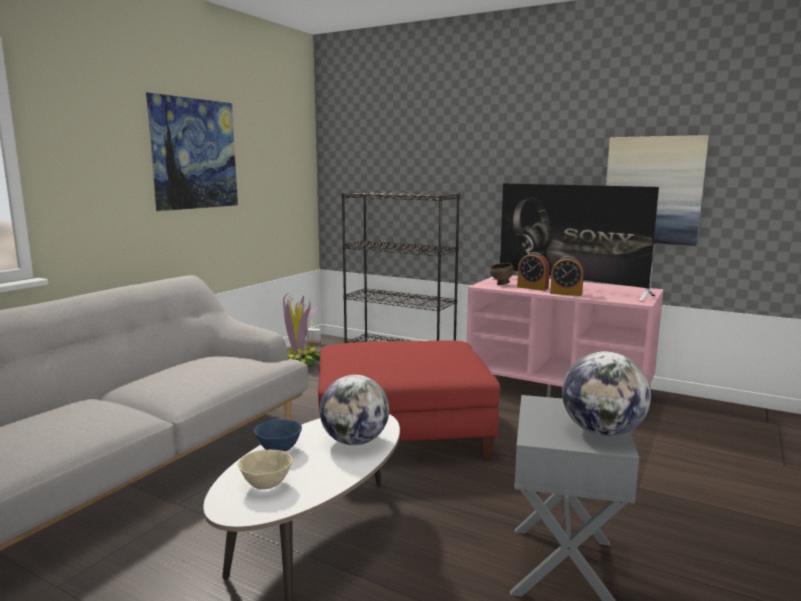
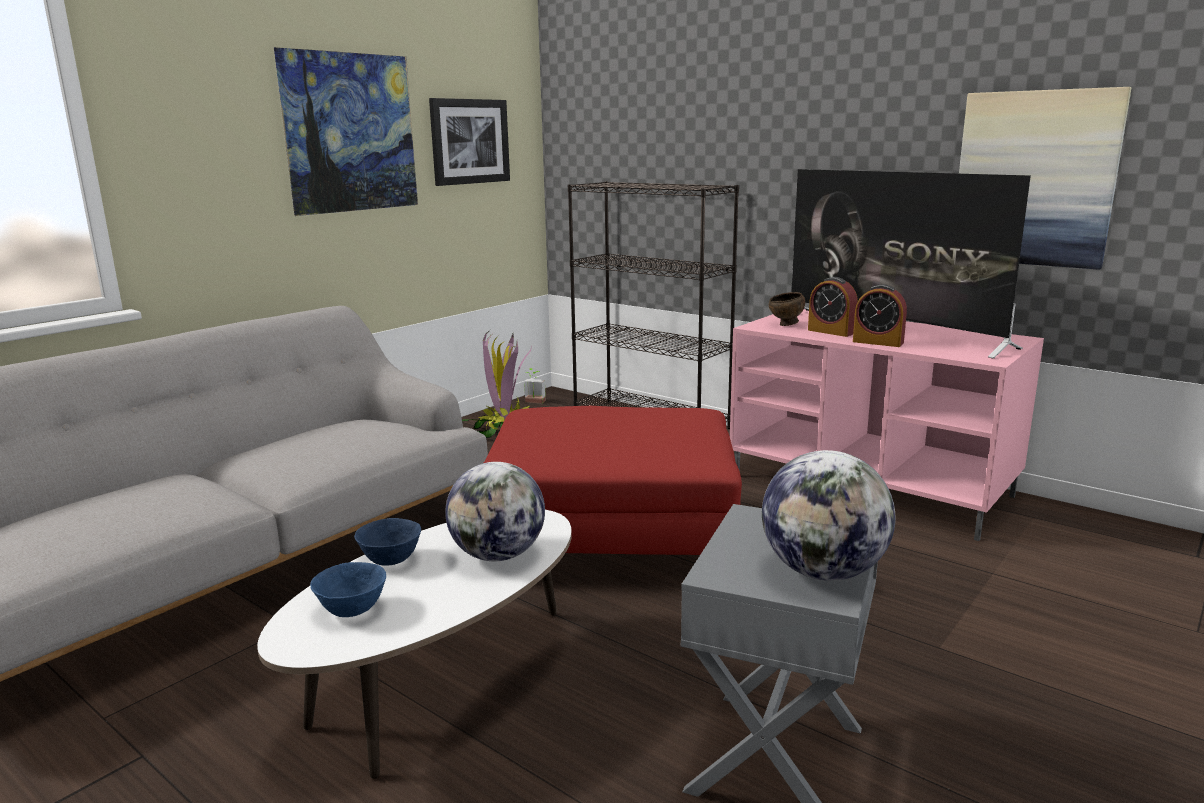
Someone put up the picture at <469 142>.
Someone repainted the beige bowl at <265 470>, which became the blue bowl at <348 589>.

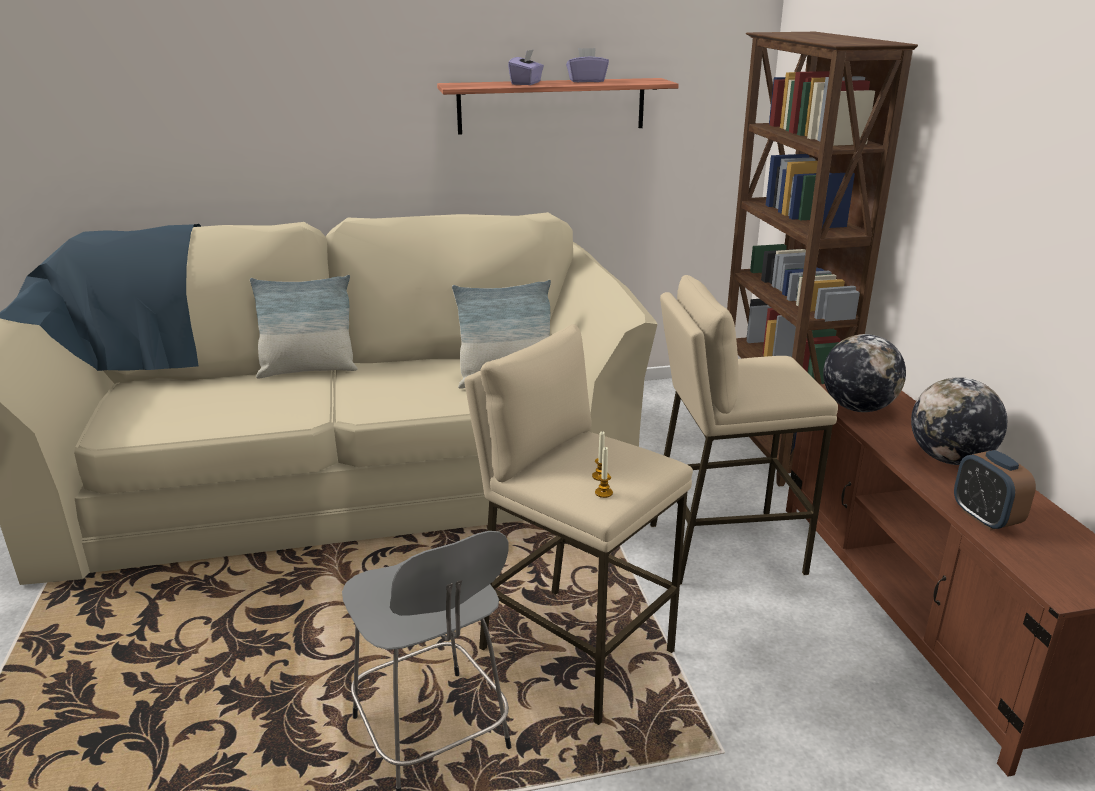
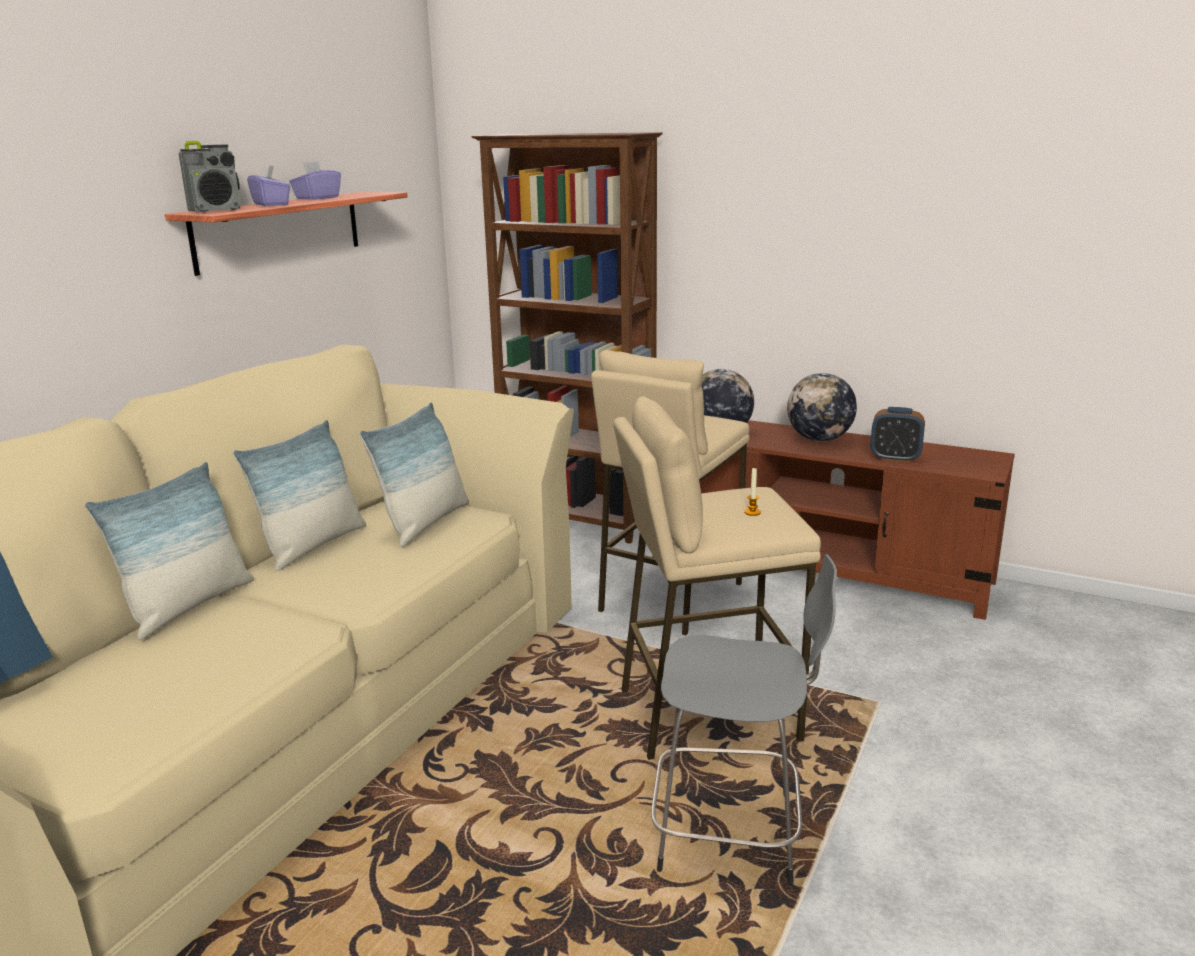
Someone took away the candle at <604 472>.
Someone put down the radio at <209 176>.
Someone put down the pillow at <299 495>.

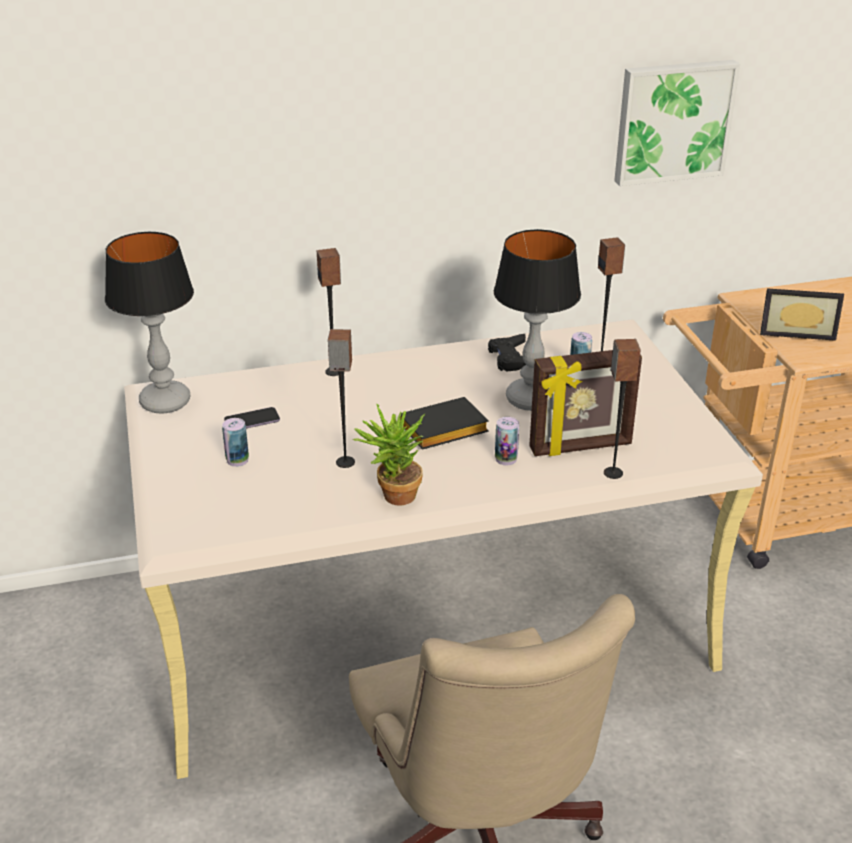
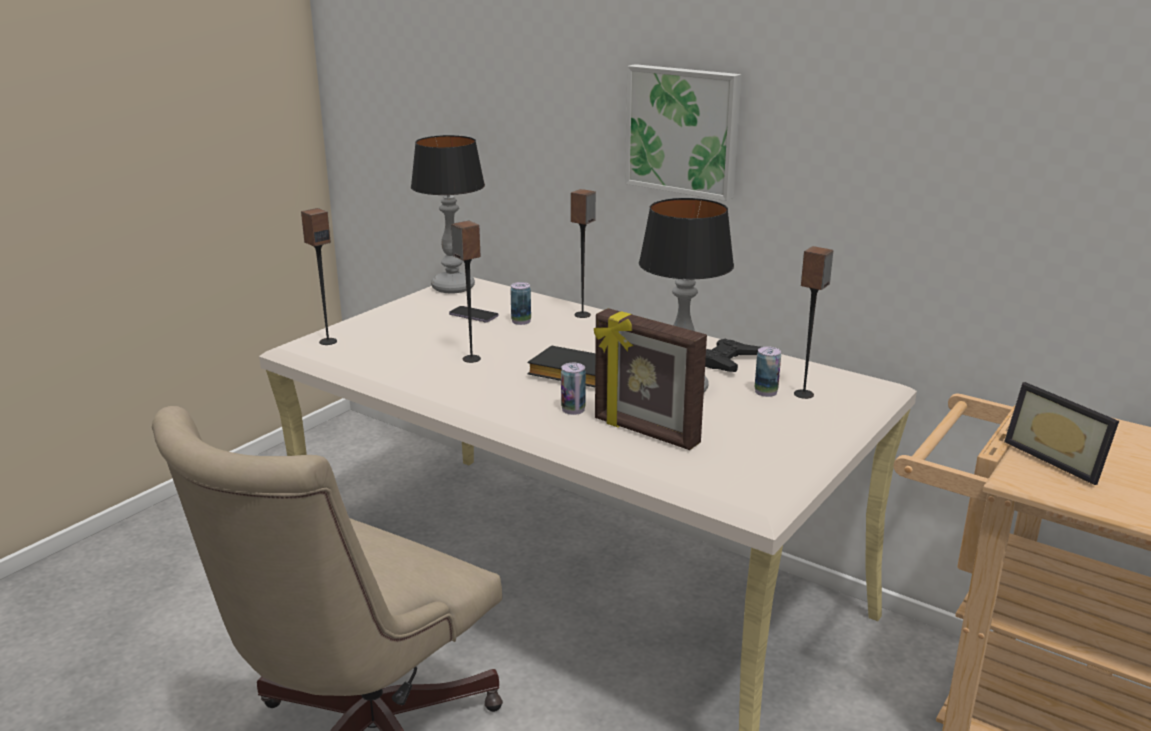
Someone took away the potted plant at <389 454>.
Someone carried the can from <235 442> to <520 303>.
Someone carried the speaker from <622 409> to <319 276>.
Someone carried the picture from <677 123> to <683 132>.

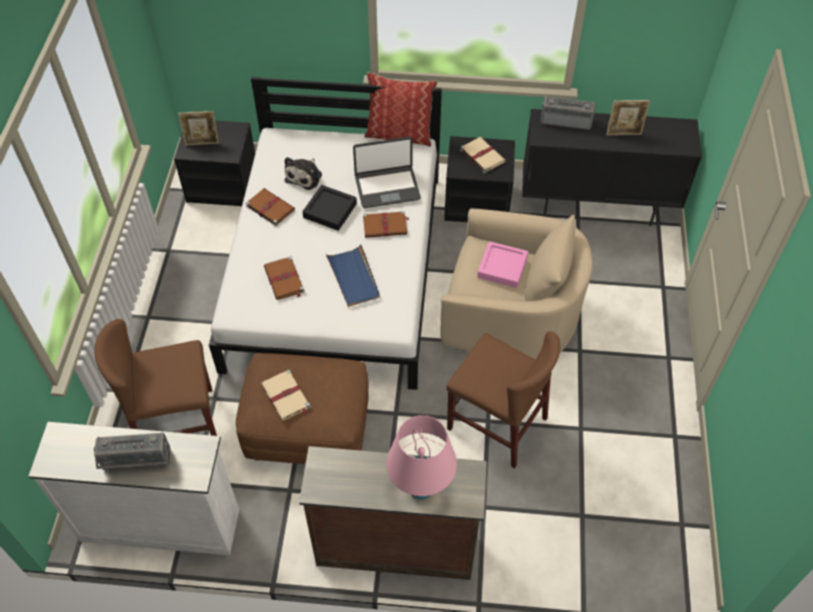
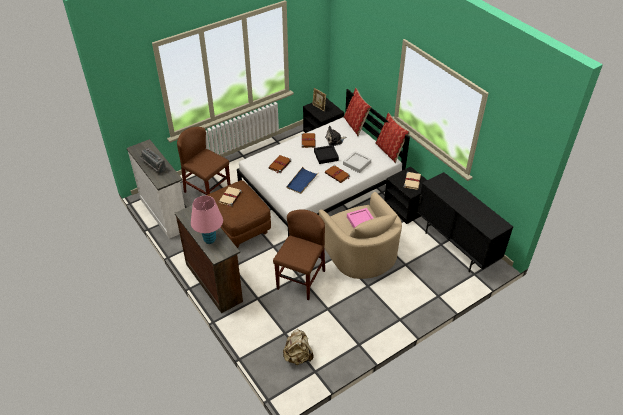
Someone took away the radio at <568 113>.
Someone took away the picture frame at <628 117>.
Someone put down the beige backpack at <298 347>.
Someone put down the pillow at <357 112>.
Someone swapped the laptop at <387 172> for the grey tray at <357 162>.
Someone rotated the brown chair at <503 399> by 150 degrees counterclockwise.

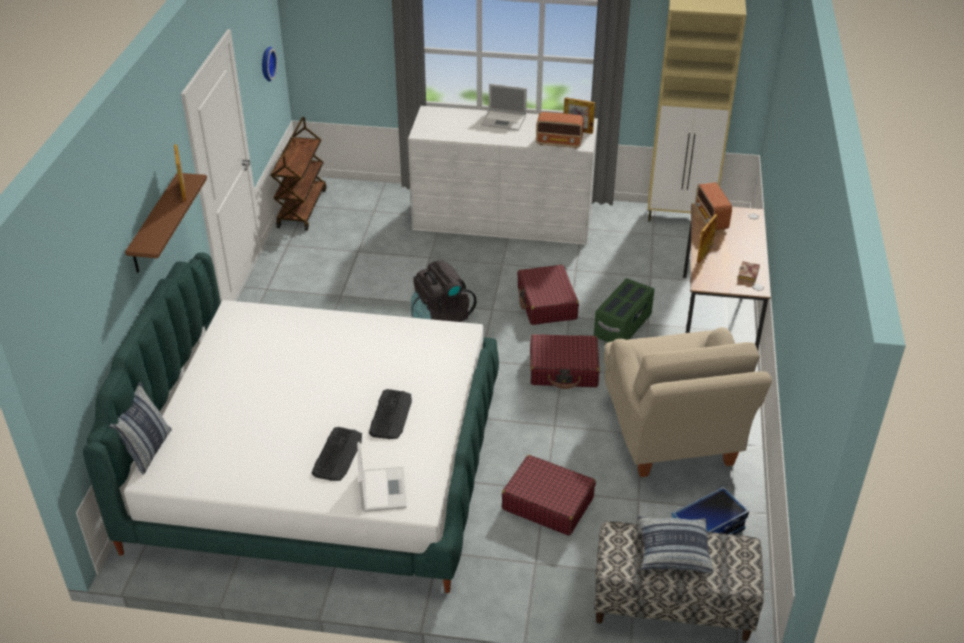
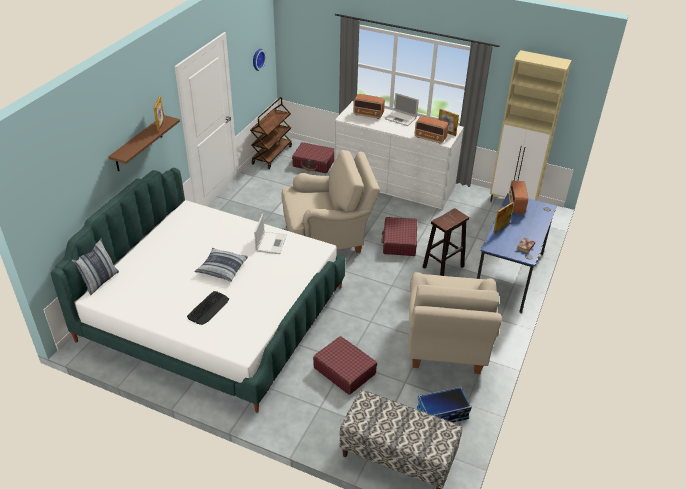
Someone took away the keyboard at <390 414>.
Someone put down the radio at <369 106>.
Someone carried the laptop from <382 477> to <270 234>.
Someone carried the red suitcase from <565 361> to <313 157>.
Someone carried the pillow from <675 544> to <221 264>.
Someone swapped the black backpack at <444 291> for the beige armchair at <330 201>.
Someone swapped the green storage box at <624 310> for the brown stool at <446 242>.
Someone repainted the brown desk at <727 276>, which became the blue desk at <517 253>.

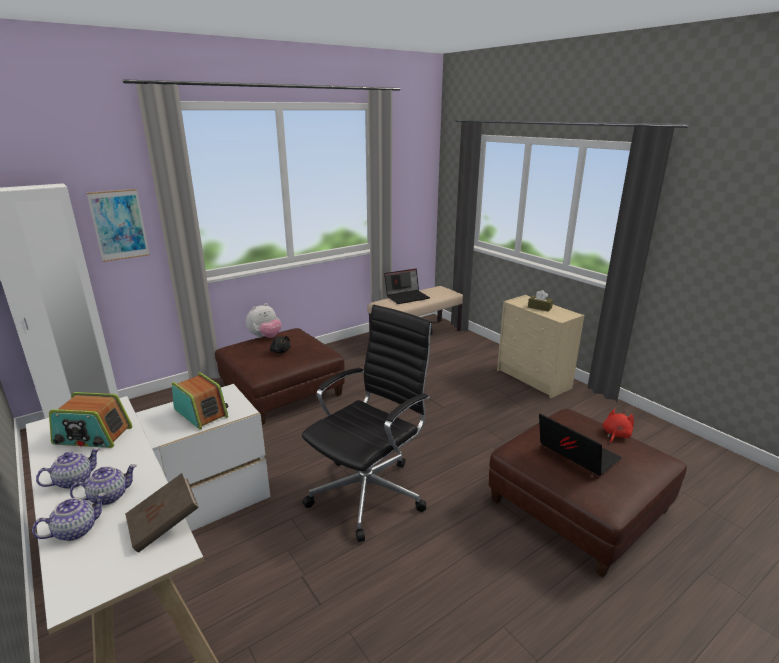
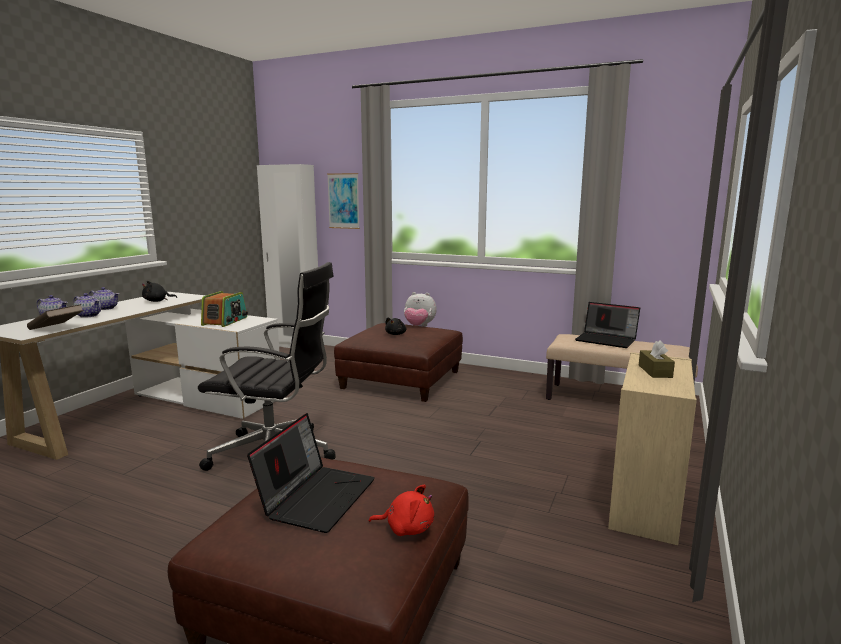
Someone swapped the radio at <91 420> for the black plush toy at <159 291>.

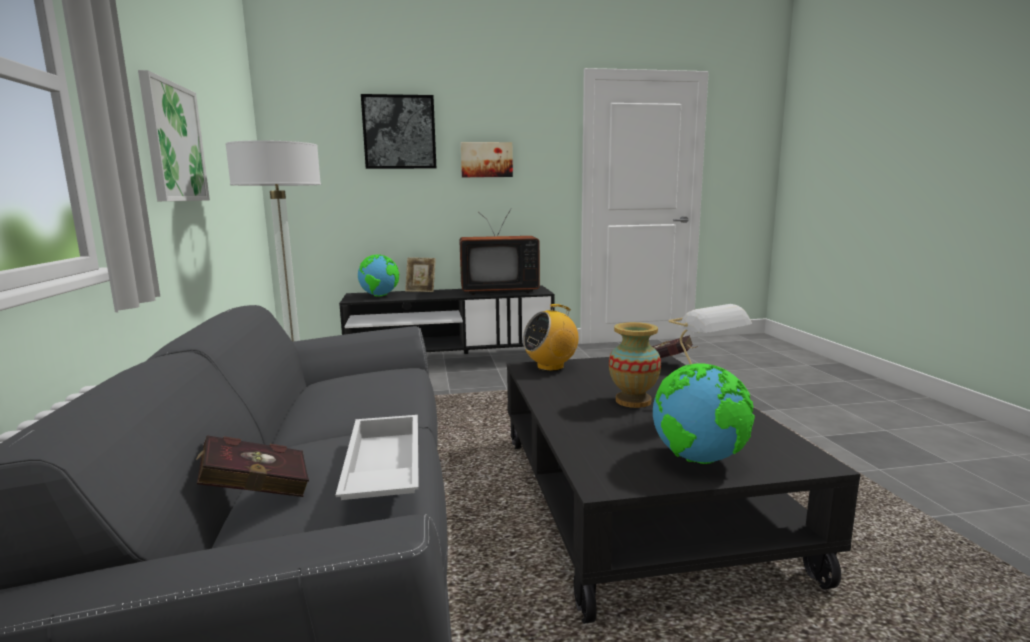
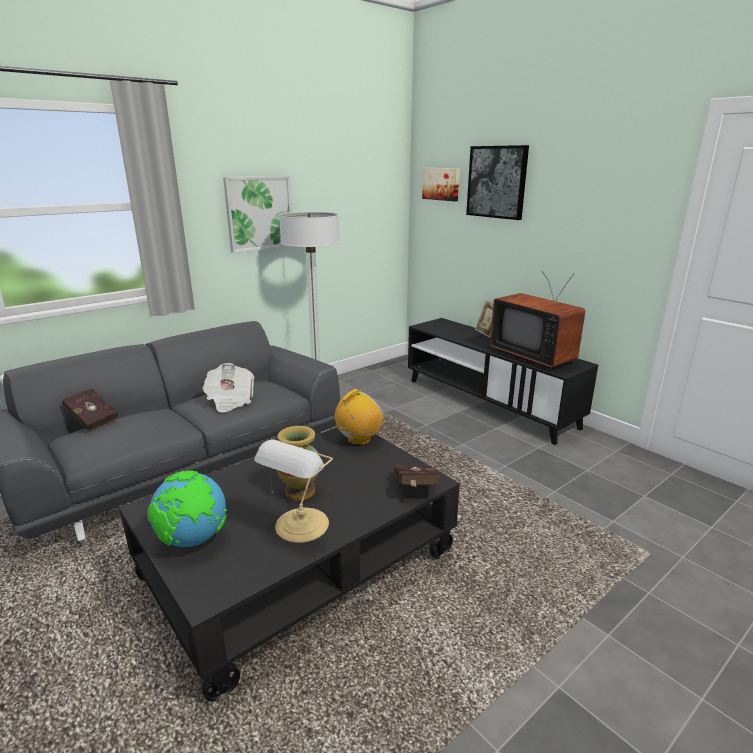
Someone took away the white tray at <377 457>.
Someone took away the globe at <378 275>.
Someone put down the newspaper at <228 387>.
Someone carried the picture from <487 159> to <441 184>.
Someone rotated the radio at <550 337> by 105 degrees clockwise.

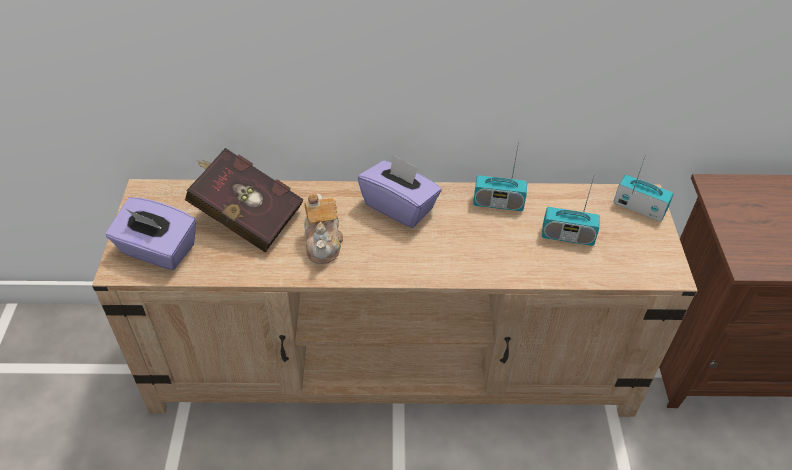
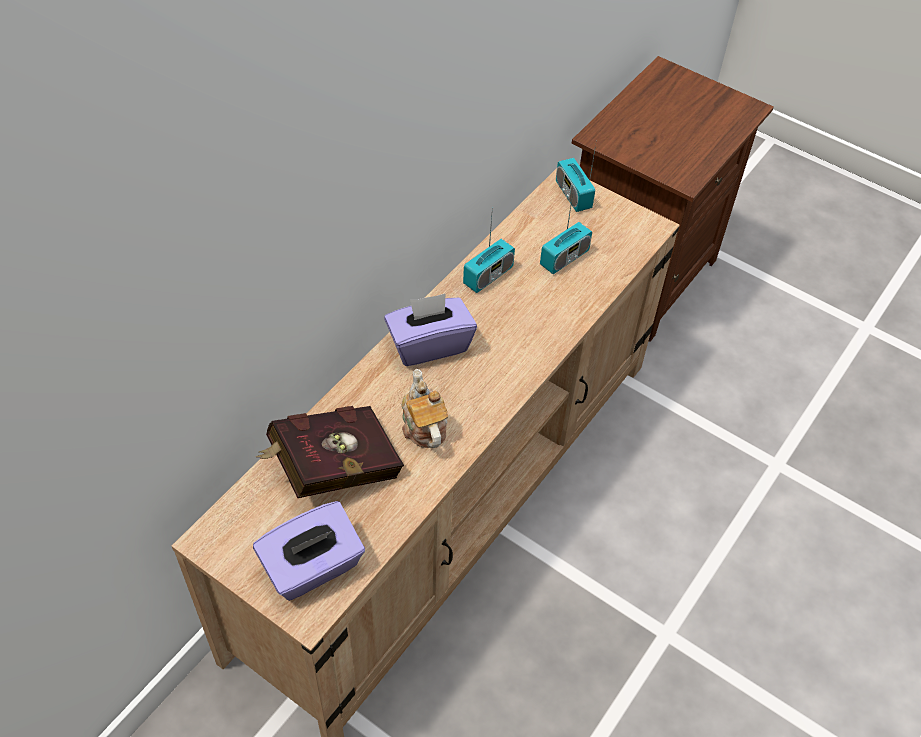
Someone rotated the teapot at <323 228> by 135 degrees counterclockwise.
Someone rotated the radio at <643 187> by 90 degrees counterclockwise.

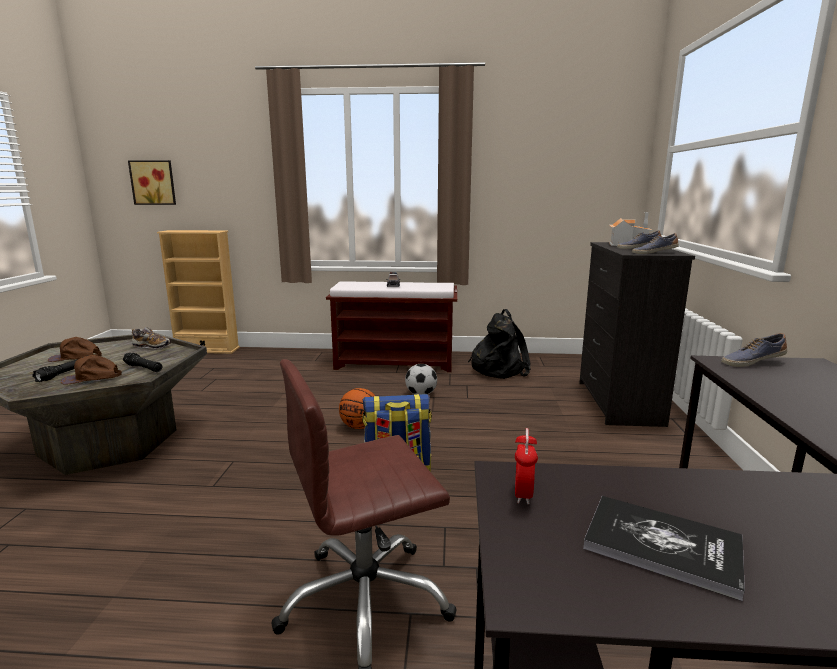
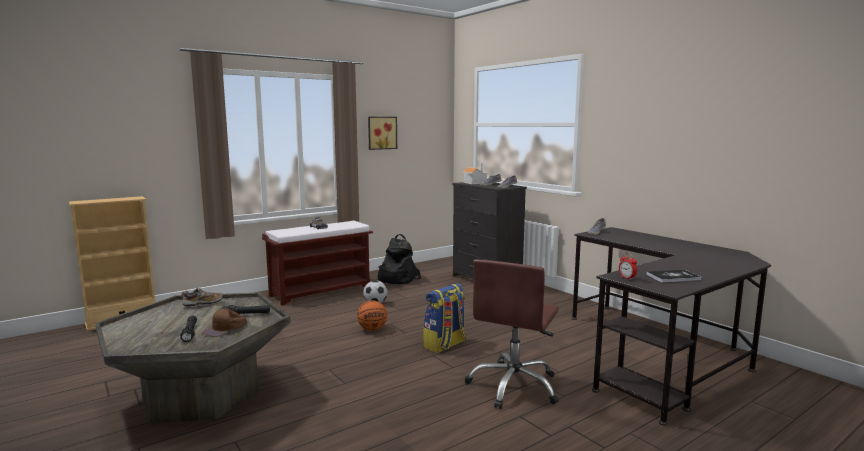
Someone took away the brown cap at <75 349>.
Someone carried the picture from <152 182> to <382 133>.

